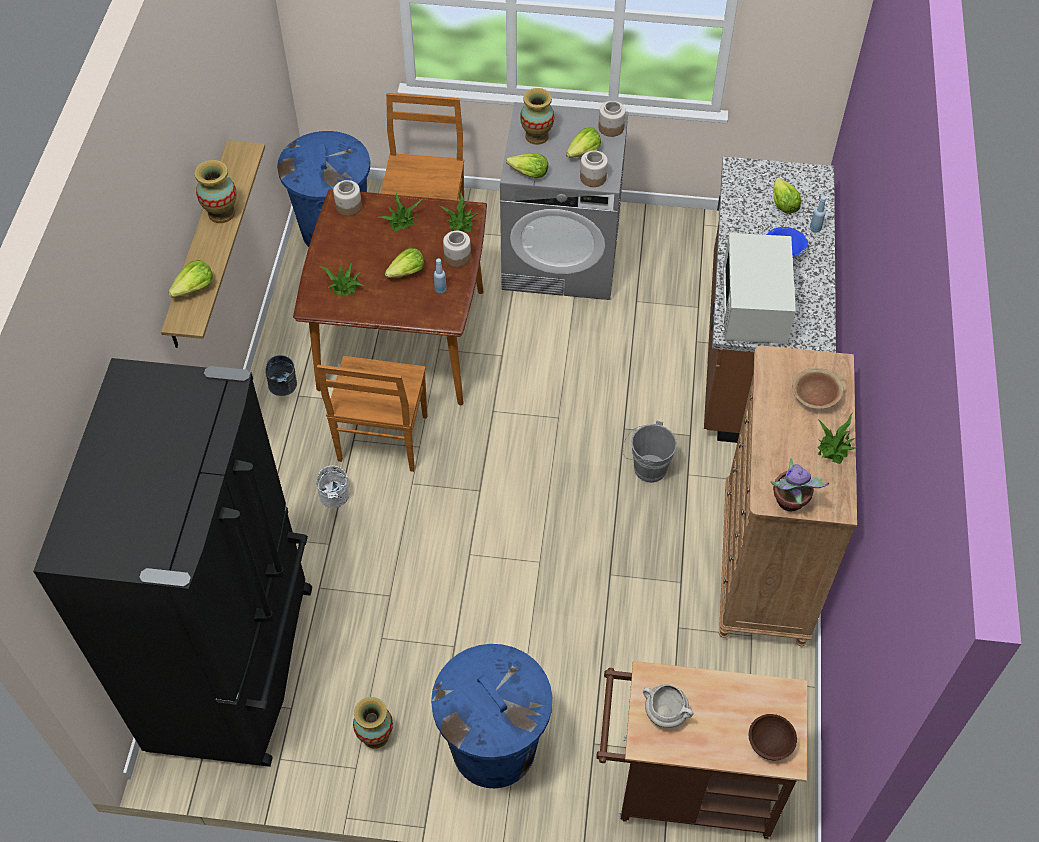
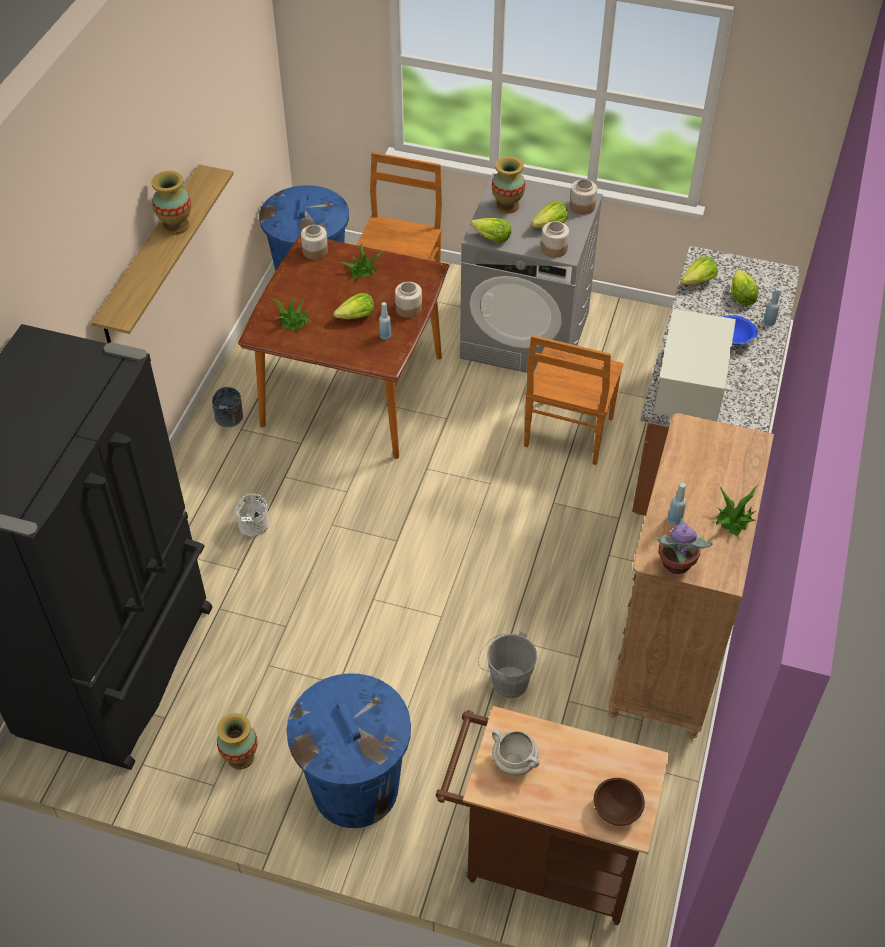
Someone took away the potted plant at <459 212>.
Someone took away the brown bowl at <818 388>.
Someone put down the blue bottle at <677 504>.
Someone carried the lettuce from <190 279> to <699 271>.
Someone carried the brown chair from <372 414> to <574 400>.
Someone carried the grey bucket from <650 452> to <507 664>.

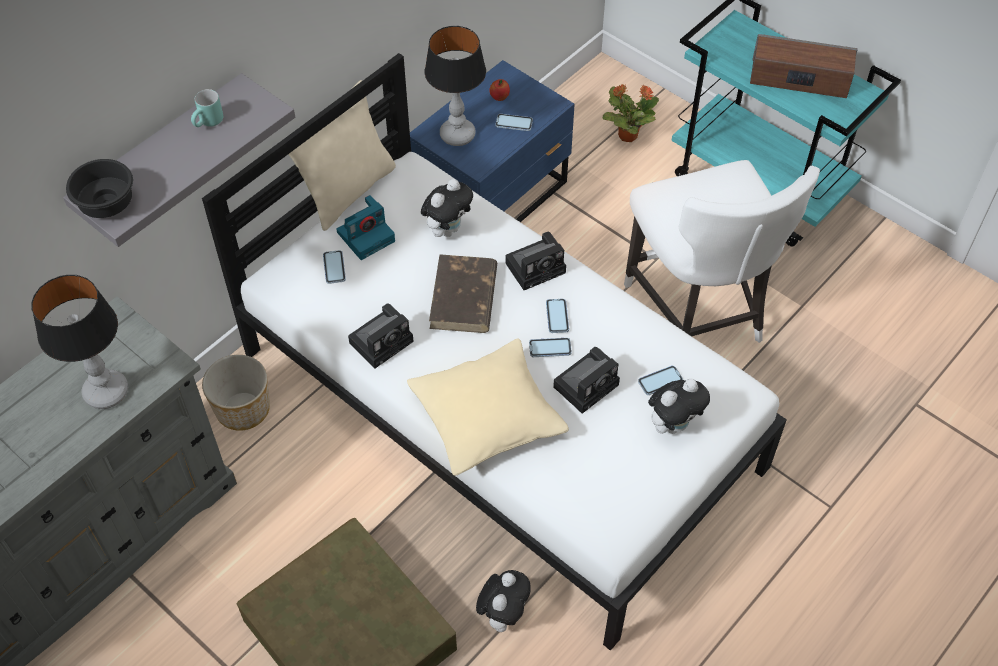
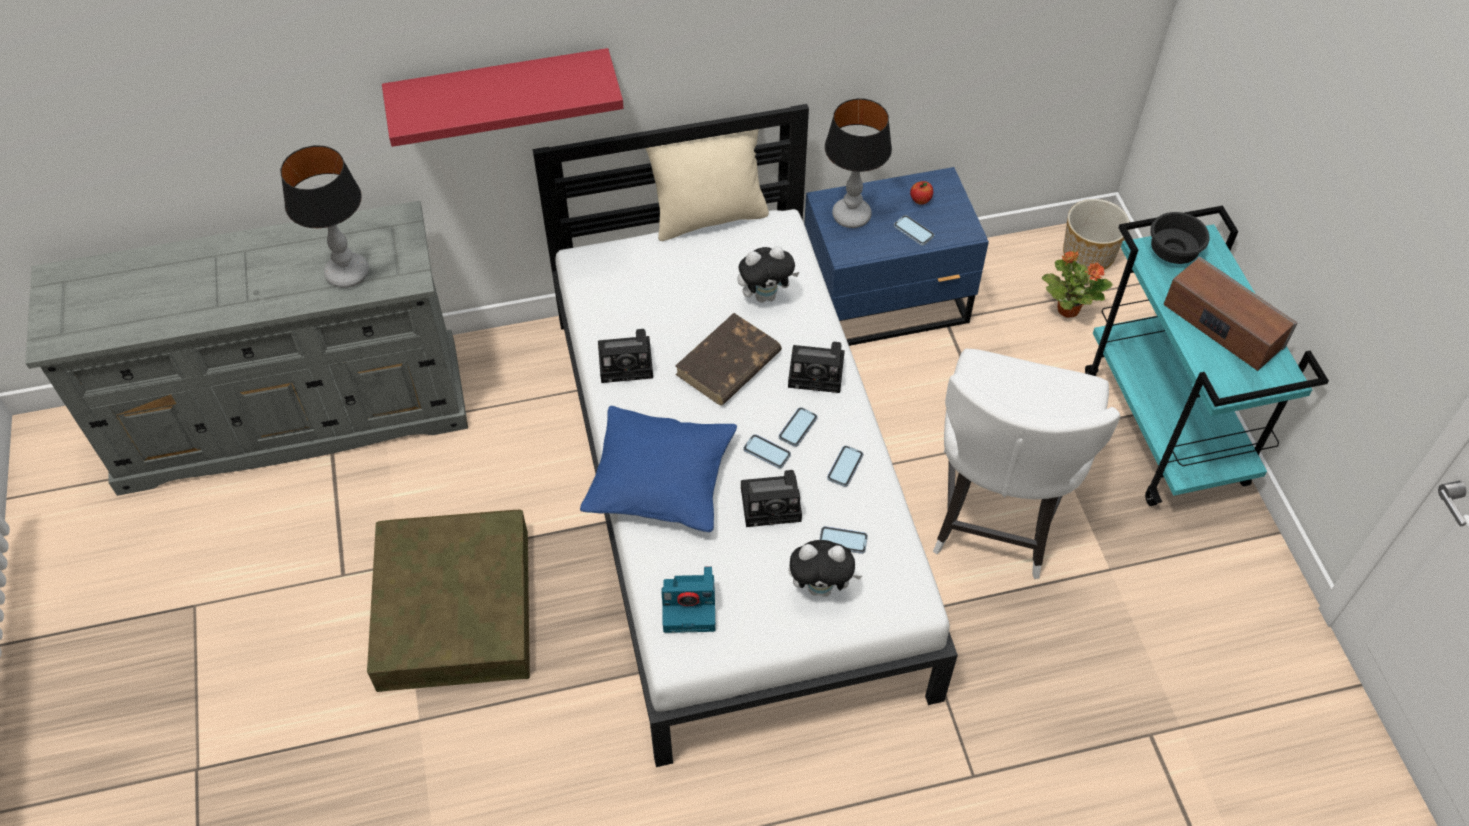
Someone took away the turquoise mug at <207 108>.
Someone took away the plush toy at <503 601>.
Someone carried the black bowl from <99 188> to <1180 238>.
Someone carried the planter from <236 393> to <1096 234>.
Someone carried the phone from <334 267> to <845 466>.
Someone carried the photo camera from <365 227> to <688 599>.
Someone repainted the grey shelf at <179 160>, which became the red shelf at <503 97>.
Someone repainted the beige pillow at <488 407>, which became the blue pillow at <658 469>.

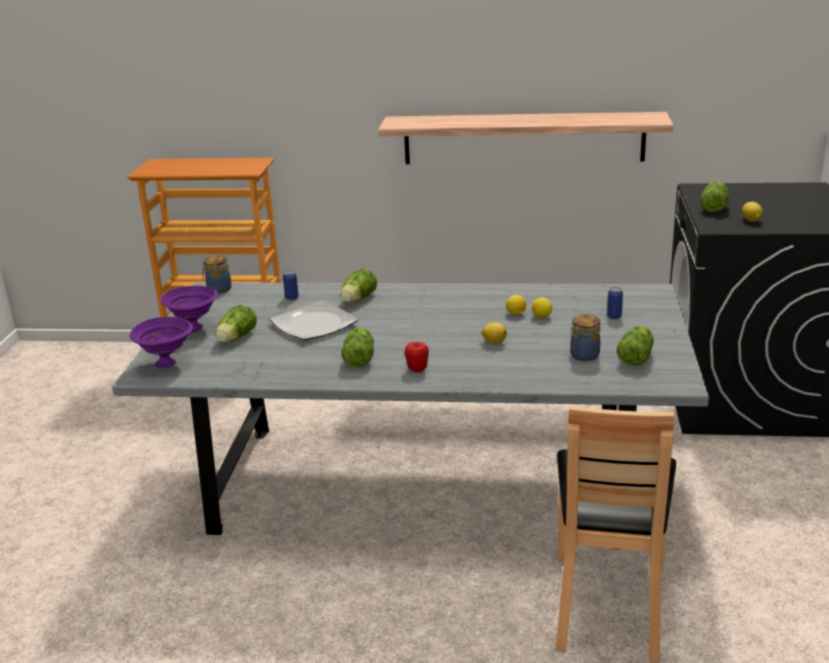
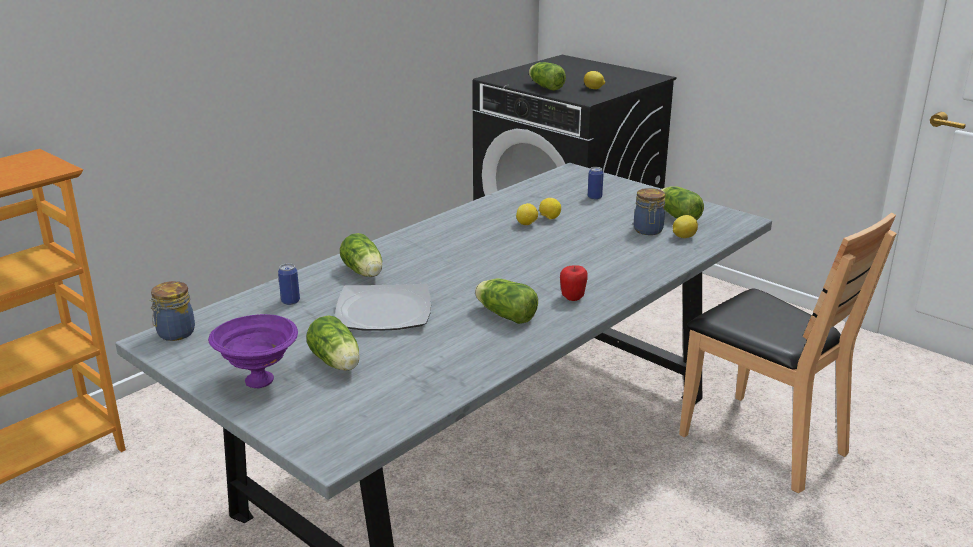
Someone took away the purple bowl at <161 342>.
Someone took away the shelf at <525 138>.
Someone carried the lemon from <494 333> to <685 226>.

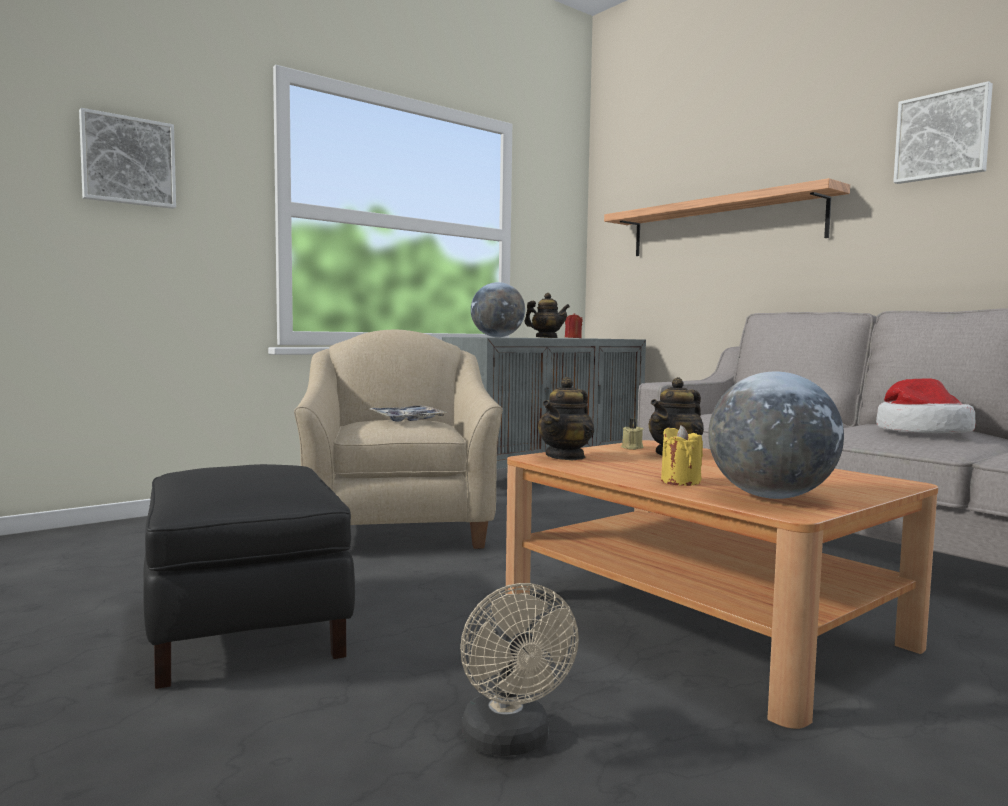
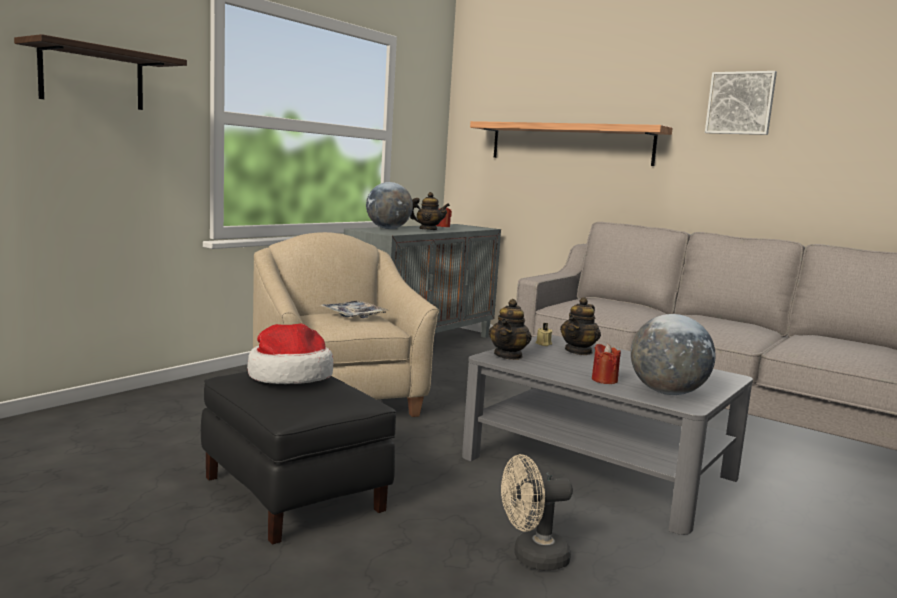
Someone carried the hat from <926 405> to <290 353>.
Someone swapped the picture at <127 158> for the shelf at <100 72>.
Someone repainted the brown coffee table at <722 584>, which became the grey coffee table at <607 435>.
Someone repainted the yellow candle at <682 455>, which became the red candle at <606 363>.
Someone rotated the beige fan at <519 669> by 105 degrees clockwise.

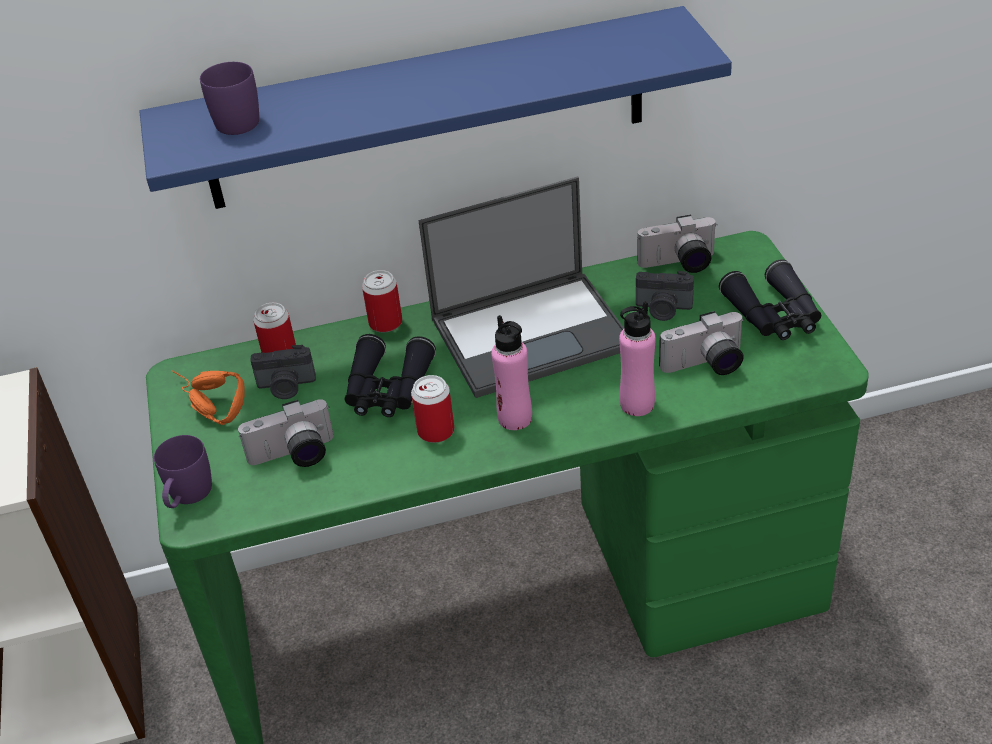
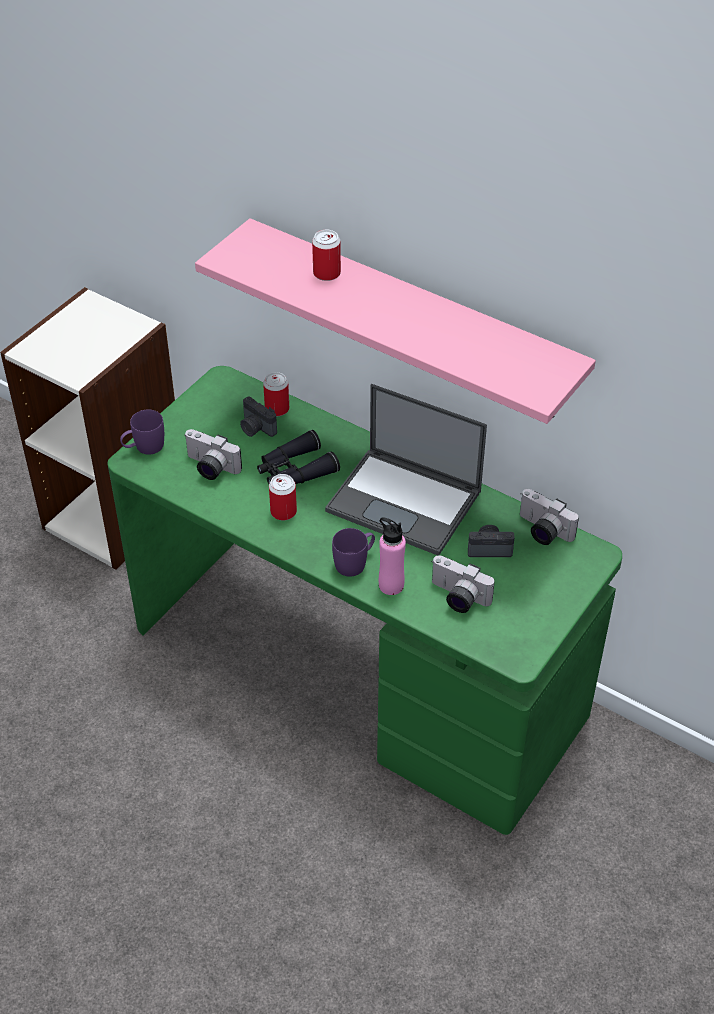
Someone took away the orange headphones at <208 398>.
Someone took away the pink bottle at <511 372>.
Someone took away the black binoculars at <770 299>.
Someone carried the purple mug from <229 98> to <353 552>.
Someone carried the can from <382 301> to <326 255>.
Someone repainted the blue shelf at <435 107>, which became the pink shelf at <395 321>.
Someone rotated the photo camera at <665 296> by 120 degrees clockwise.

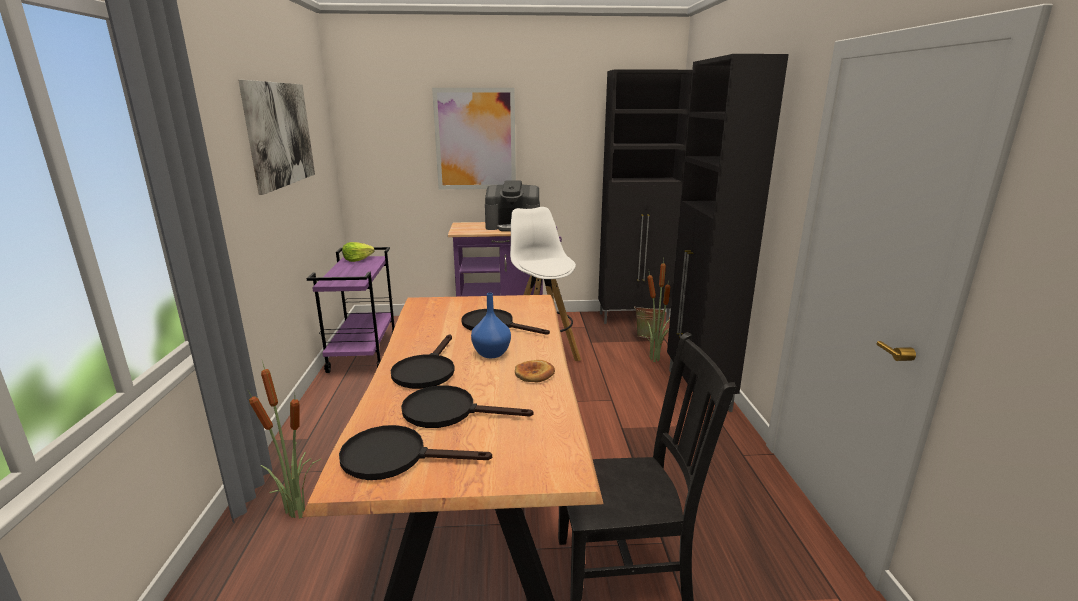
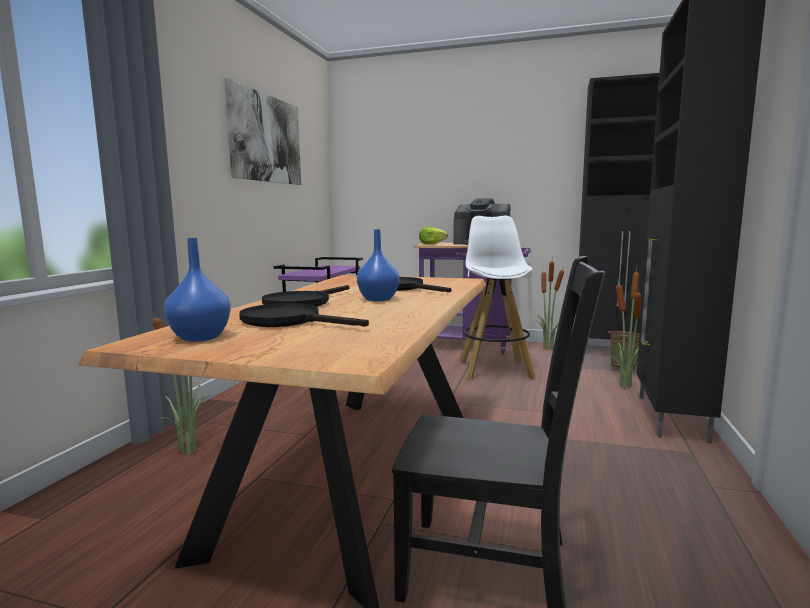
Someone took away the picture at <474 138>.
Someone took away the bread at <535 371>.
Someone put down the potted plant at <549 305>.
Someone carried the lettuce from <358 252> to <433 235>.
Someone swapped the black frying pan at <415 452> for the blue vase at <197 290>.

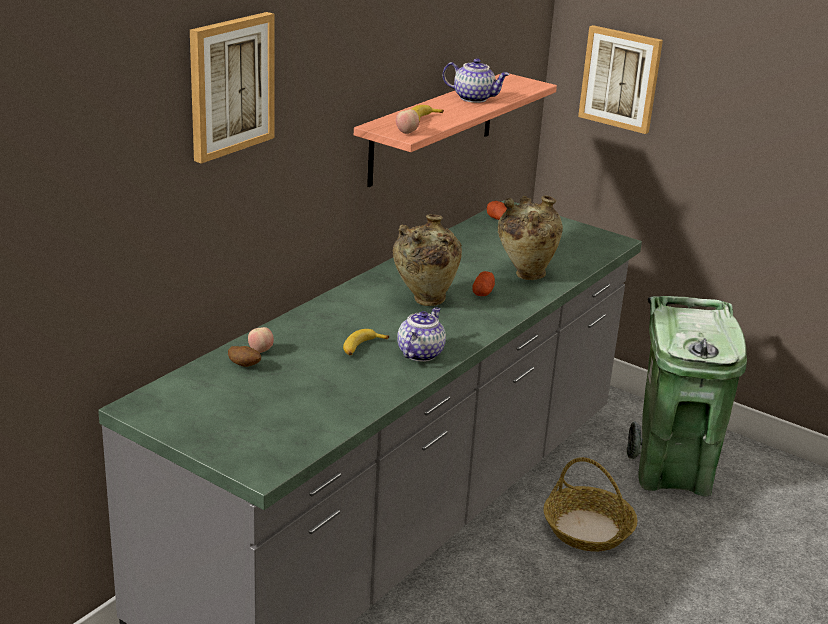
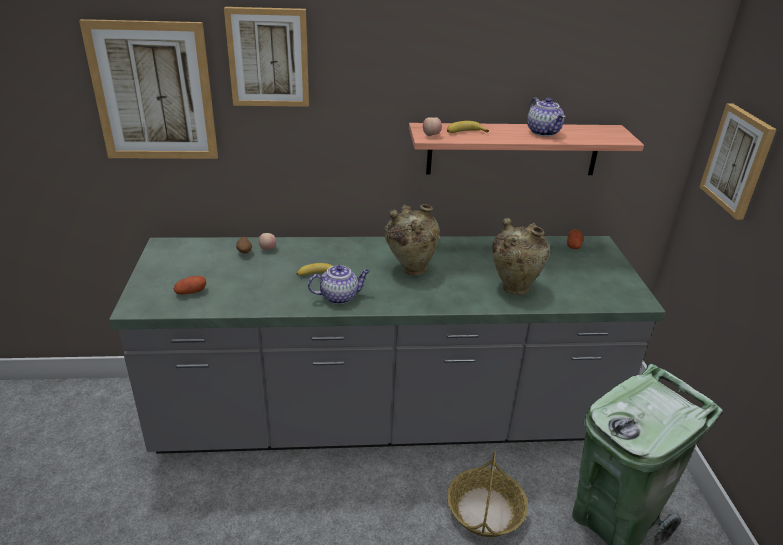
Someone put up the picture at <148 89>.
Someone carried the potato from <483 283> to <190 285>.

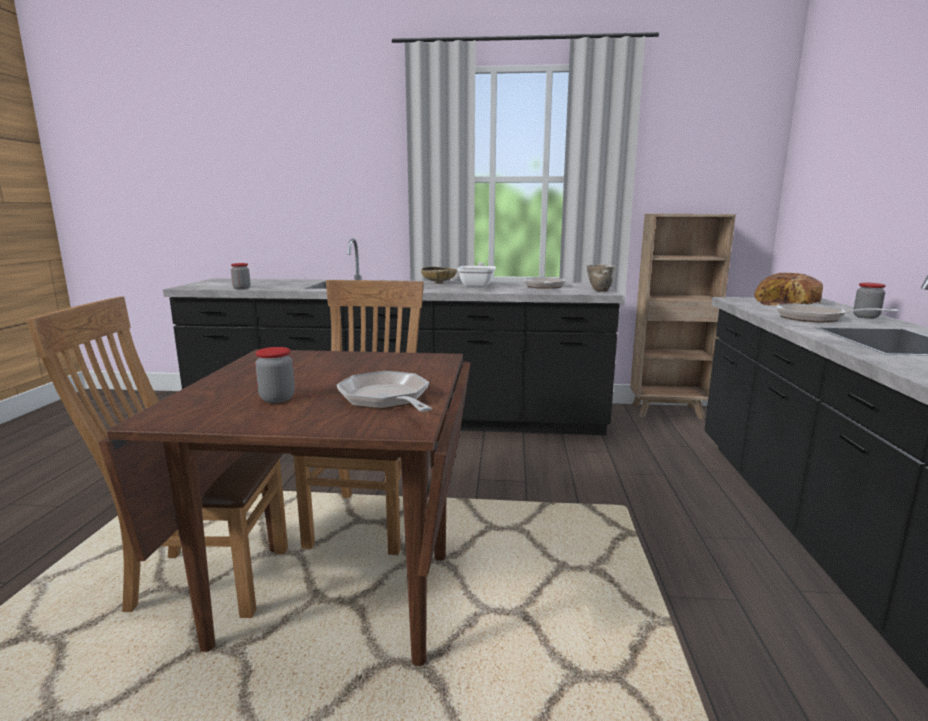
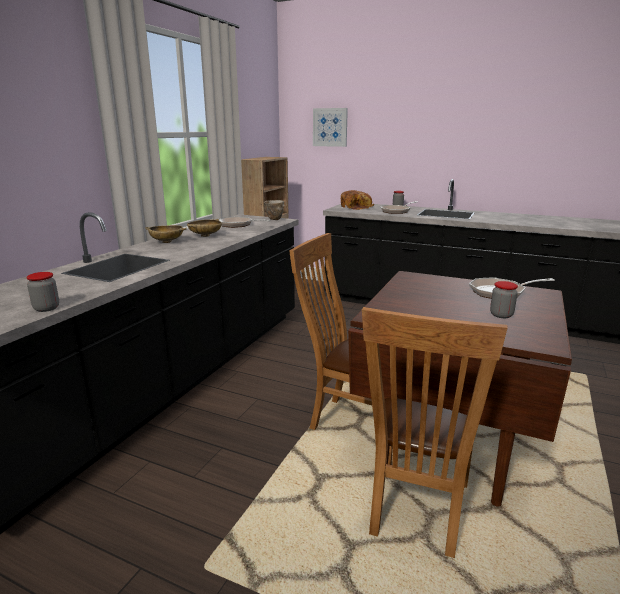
Someone put up the picture at <330 127>.
Someone swapped the frying pan at <476 275> for the beige bowl at <204 228>.

